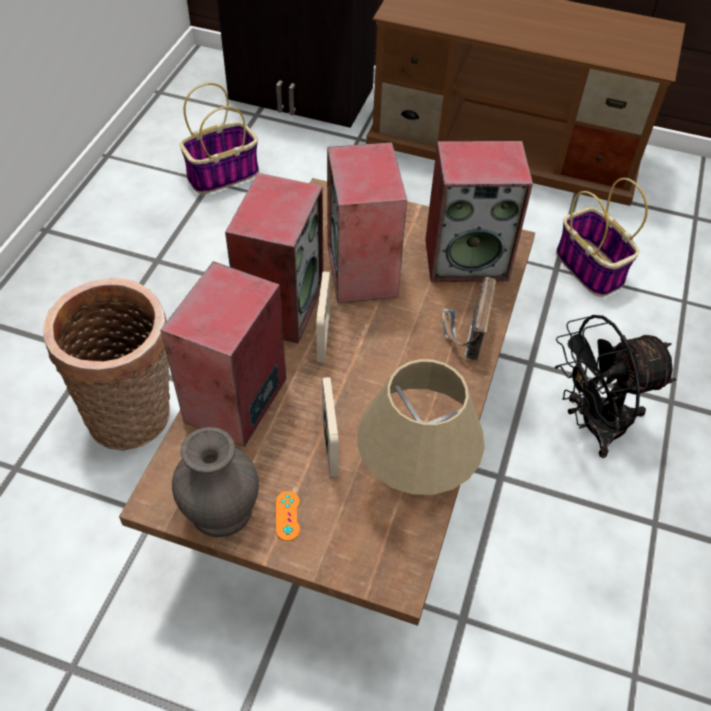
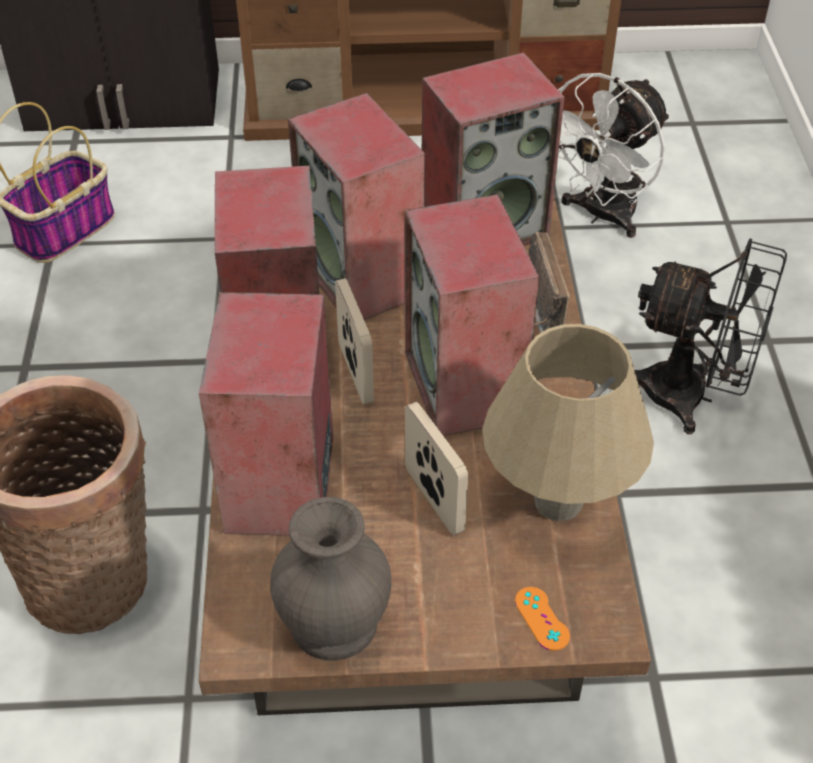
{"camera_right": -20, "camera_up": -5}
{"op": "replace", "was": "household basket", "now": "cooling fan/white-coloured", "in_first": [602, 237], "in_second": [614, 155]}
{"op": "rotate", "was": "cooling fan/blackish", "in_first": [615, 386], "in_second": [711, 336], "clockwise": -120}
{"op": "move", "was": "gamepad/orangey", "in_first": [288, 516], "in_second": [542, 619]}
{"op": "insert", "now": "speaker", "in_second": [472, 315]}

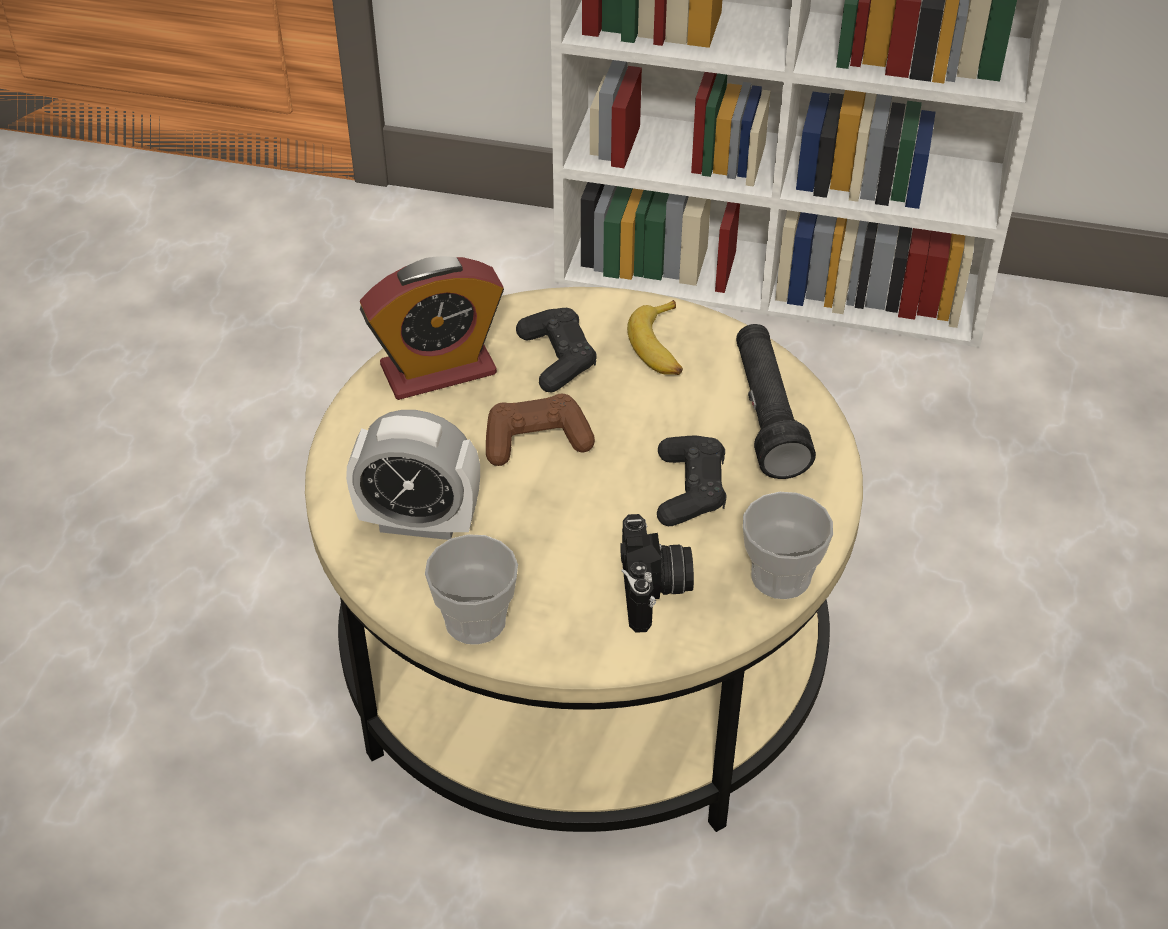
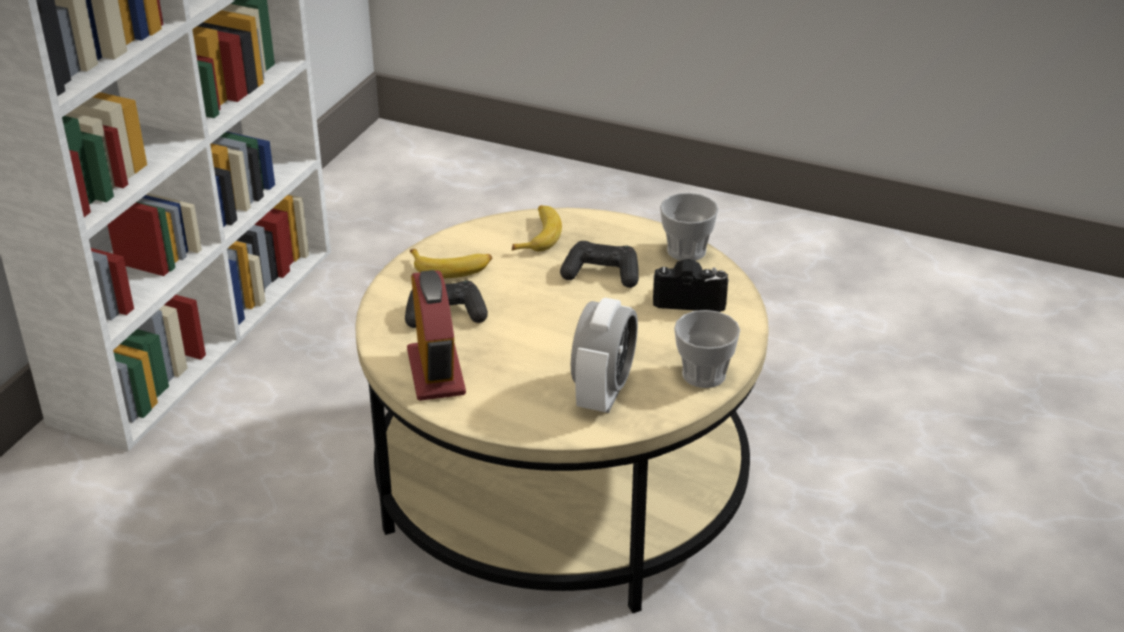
{"camera_right": -80, "camera_up": -10}
{"op": "replace", "was": "flashlight/blackish", "now": "banana fruit", "in_first": [776, 401], "in_second": [537, 228]}
{"op": "delete", "was": "gamepad/brownish", "in_first": [540, 430]}

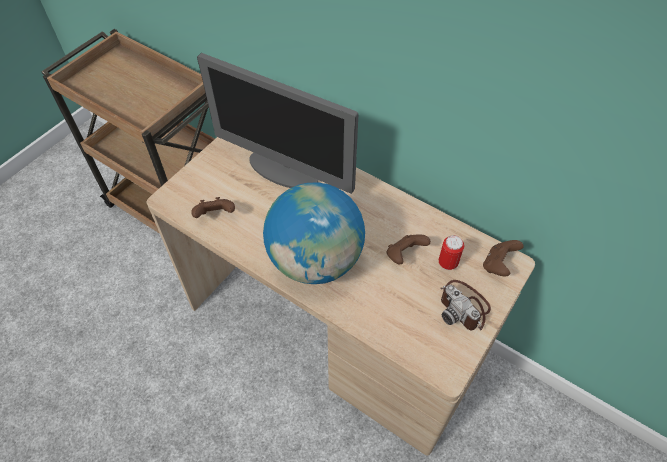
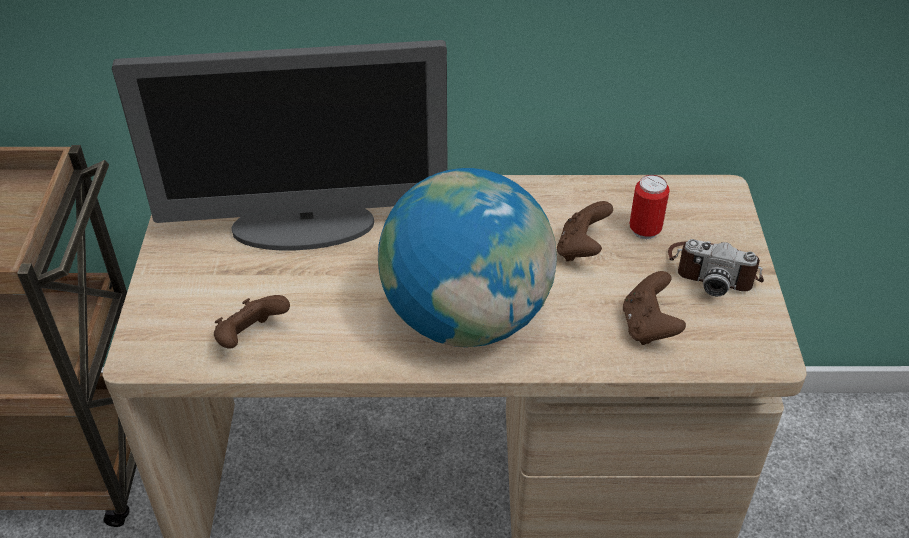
{"camera_right": -35, "camera_up": -10}
{"op": "move", "was": "gamepad/brownish", "in_first": [503, 258], "in_second": [654, 308]}

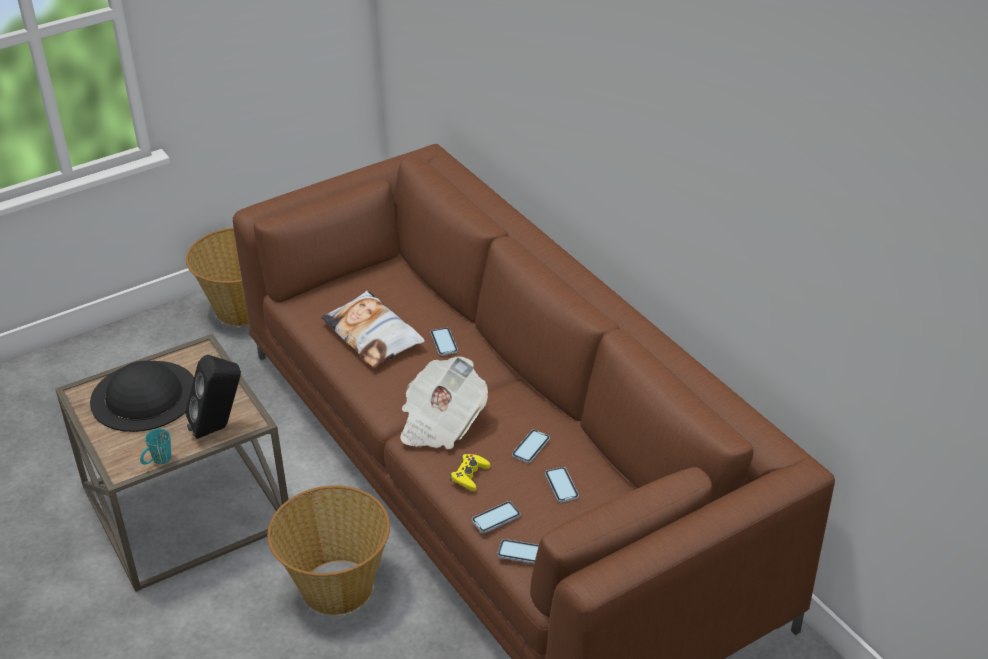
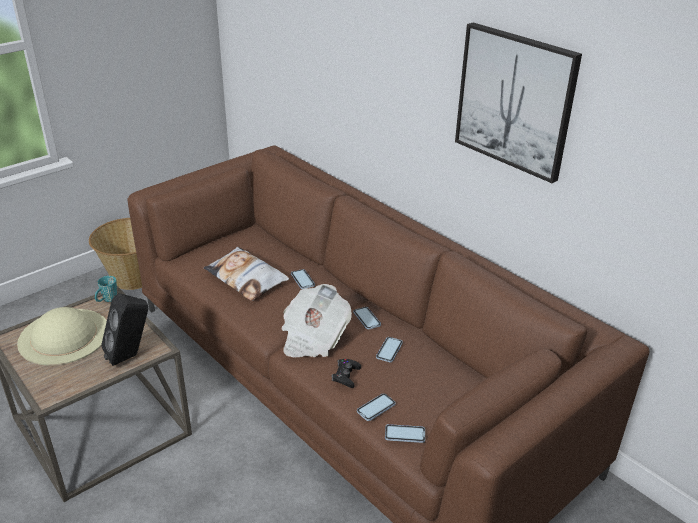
{"camera_right": -10, "camera_up": -5}
{"op": "recolor", "was": "clothing hat/blackish", "now": "clothing hat/beige", "in_first": [142, 396], "in_second": [62, 336]}
{"op": "move", "was": "tea mug/turquoise", "in_first": [155, 446], "in_second": [106, 289]}
{"op": "recolor", "was": "gamepad/yellow-coloured", "now": "gamepad/blackish", "in_first": [470, 472], "in_second": [346, 373]}
{"op": "move", "was": "handset", "in_first": [562, 485], "in_second": [367, 318]}
{"op": "delete", "was": "household basket", "in_first": [328, 550]}
{"op": "insert", "now": "wall art", "in_second": [518, 102]}

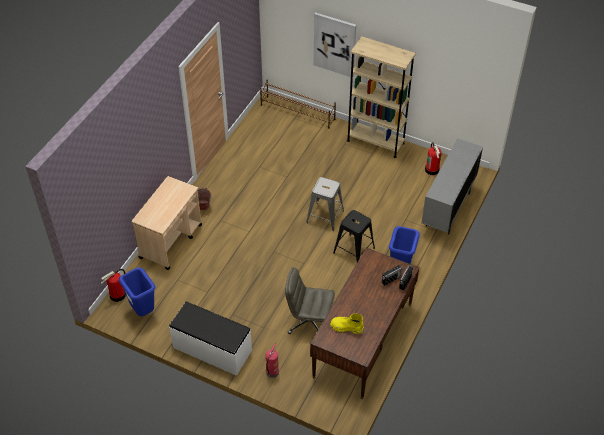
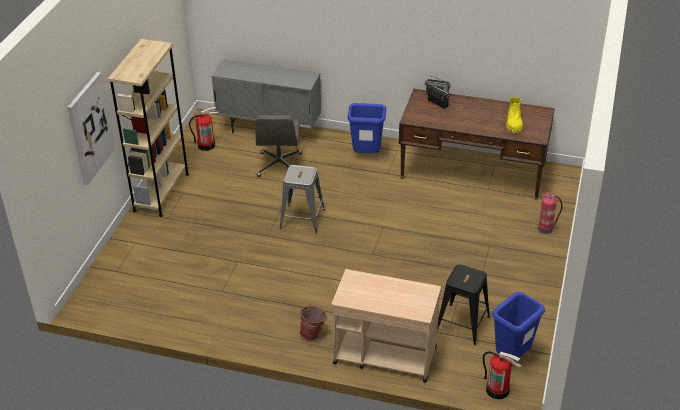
{"camera_right": -100, "camera_up": -10}
{"op": "delete", "was": "shoe rack/brownish", "in_first": [298, 104]}
{"op": "move", "was": "sitting stool/blackish", "in_first": [354, 236], "in_second": [463, 304]}
{"op": "move", "was": "office chair/gray", "in_first": [310, 300], "in_second": [278, 146]}
{"op": "delete", "was": "bench/white-coloured", "in_first": [210, 339]}

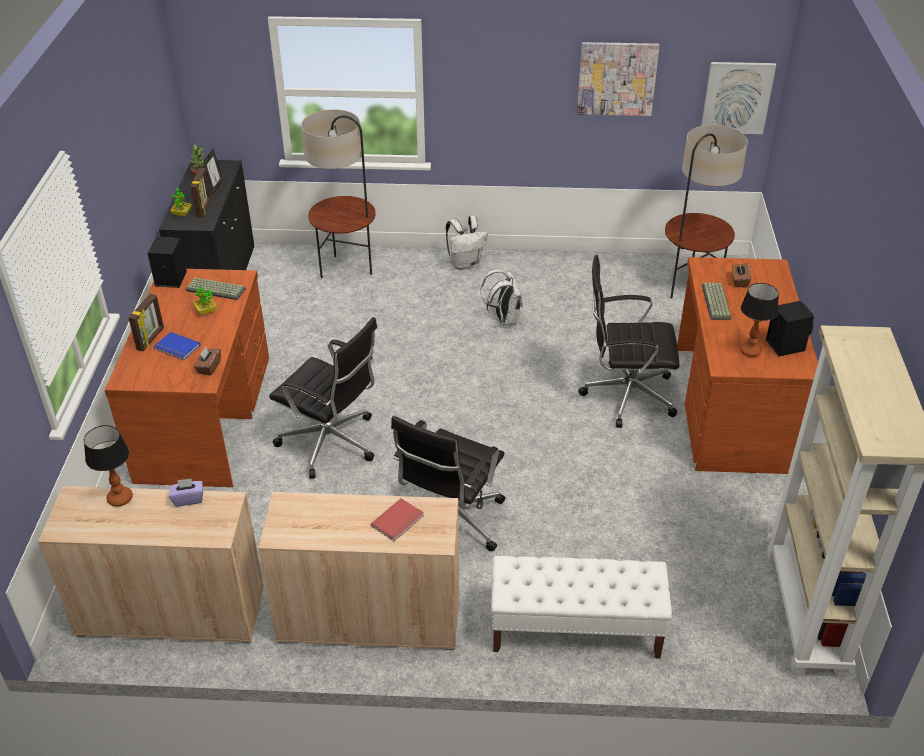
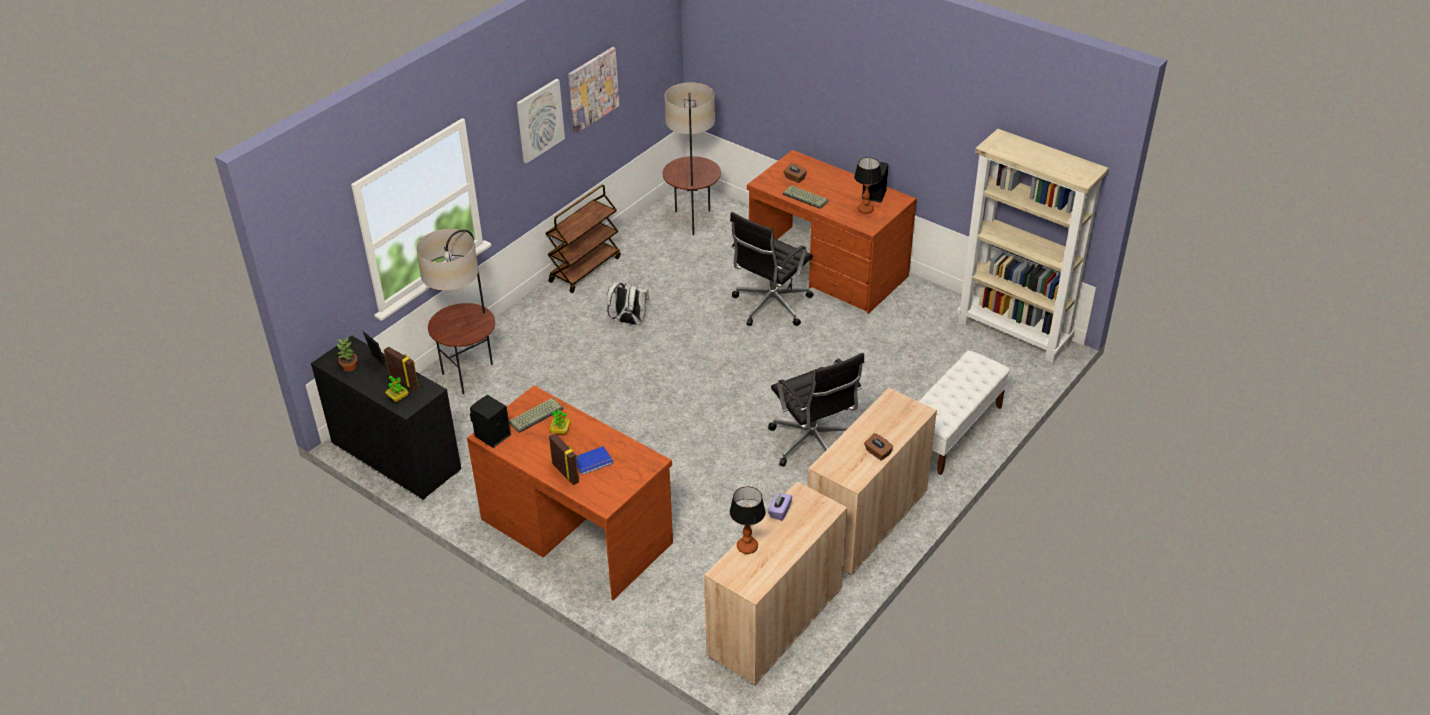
{"camera_right": -55, "camera_up": 0}
{"op": "move", "was": "wall art", "in_first": [738, 98], "in_second": [541, 121]}
{"op": "delete", "was": "backpack/white-coloured", "in_first": [467, 242]}
{"op": "delete", "was": "office chair/blackish", "in_first": [323, 398]}
{"op": "move", "was": "box of tissues/brownish", "in_first": [207, 361], "in_second": [878, 447]}
{"op": "delete", "was": "bound book/red", "in_first": [397, 519]}
{"op": "insert", "now": "cart/brownish", "in_second": [583, 239]}

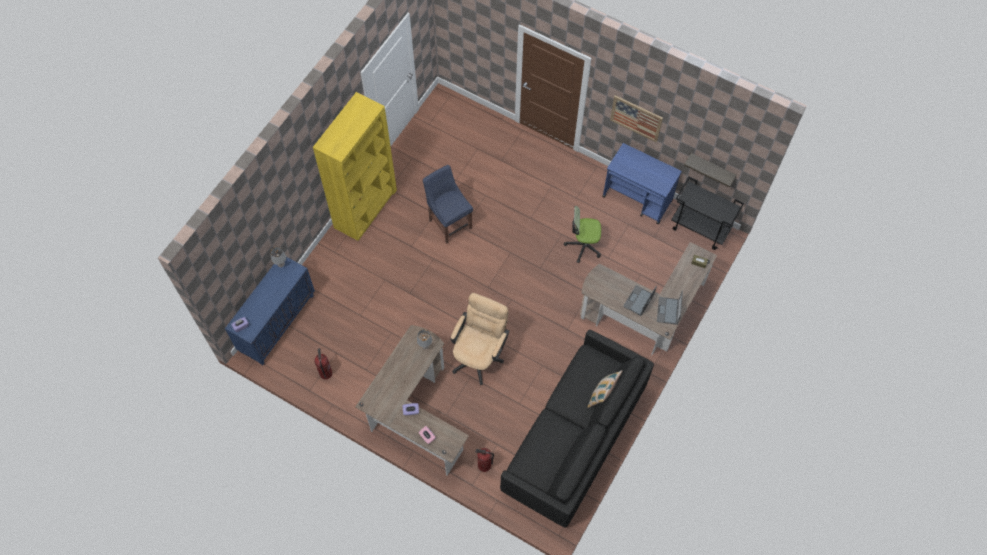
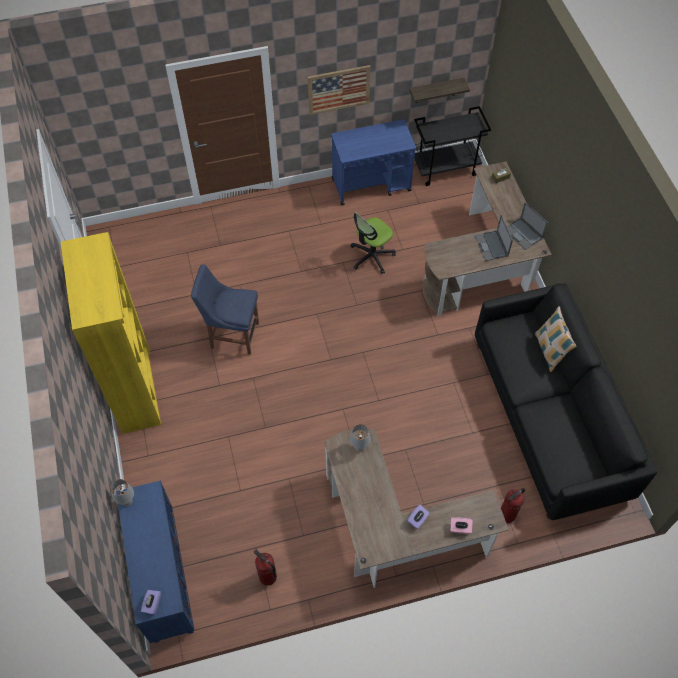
{"camera_right": -45, "camera_up": -5}
{"op": "delete", "was": "office chair/beige", "in_first": [480, 339]}

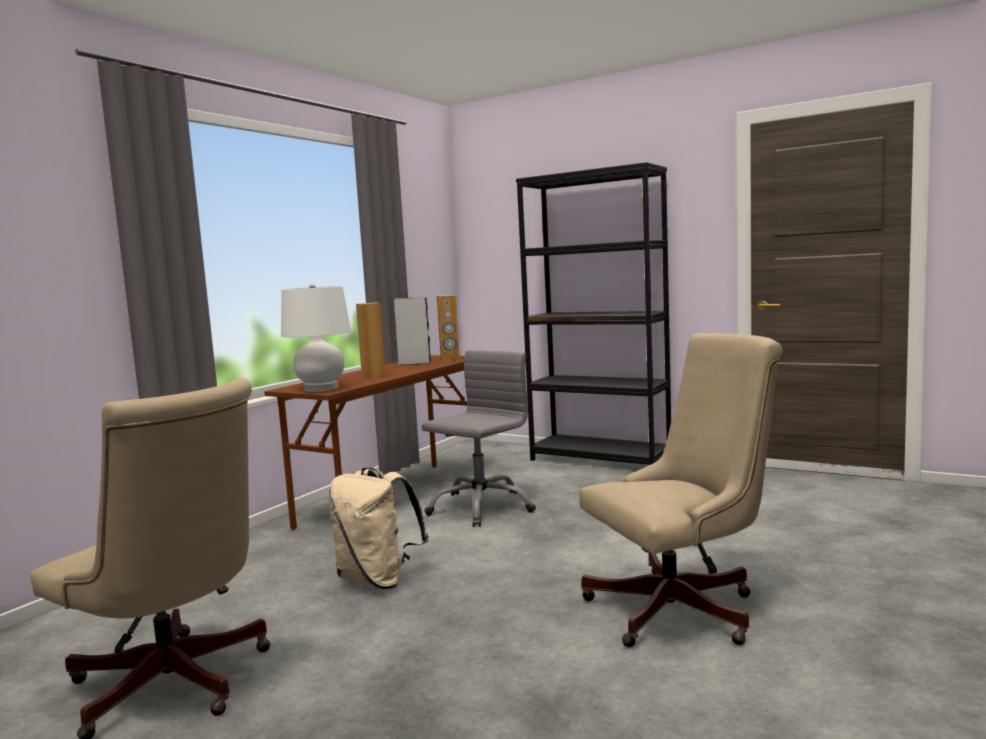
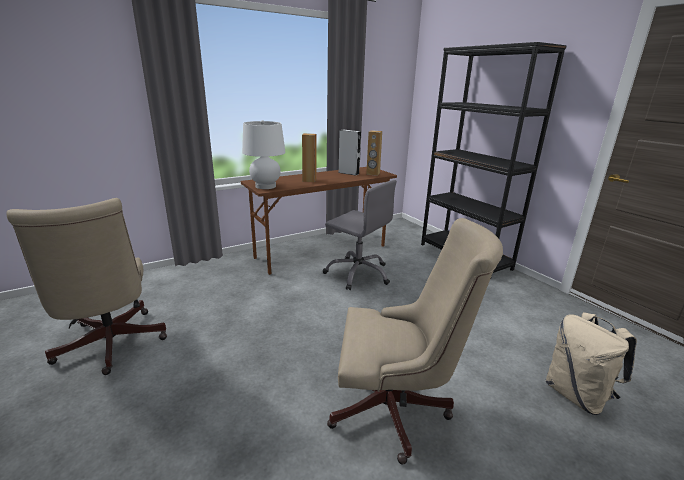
{"camera_right": 25, "camera_up": 15}
{"op": "rotate", "was": "office chair/gray", "in_first": [478, 438], "in_second": [360, 235], "clockwise": 60}
{"op": "move", "was": "backpack/beige", "in_first": [378, 528], "in_second": [591, 363]}

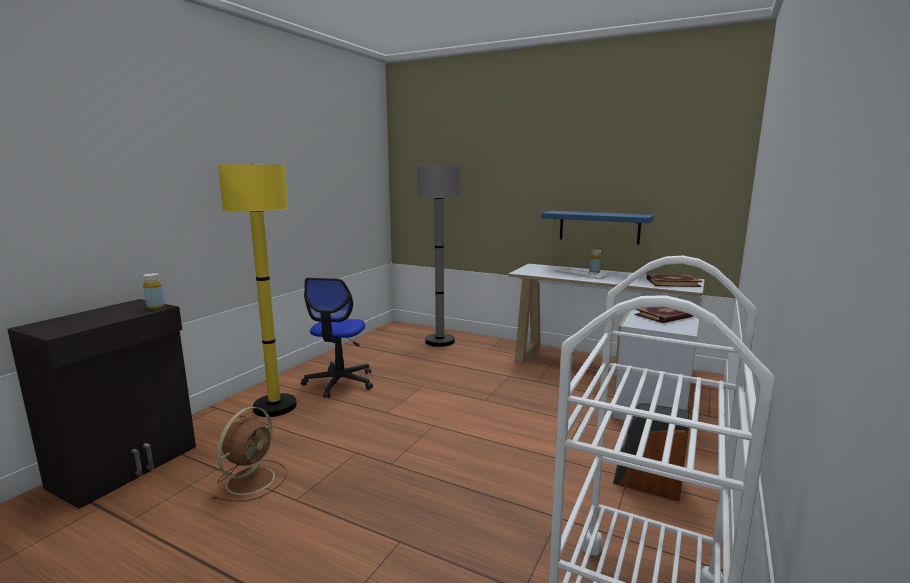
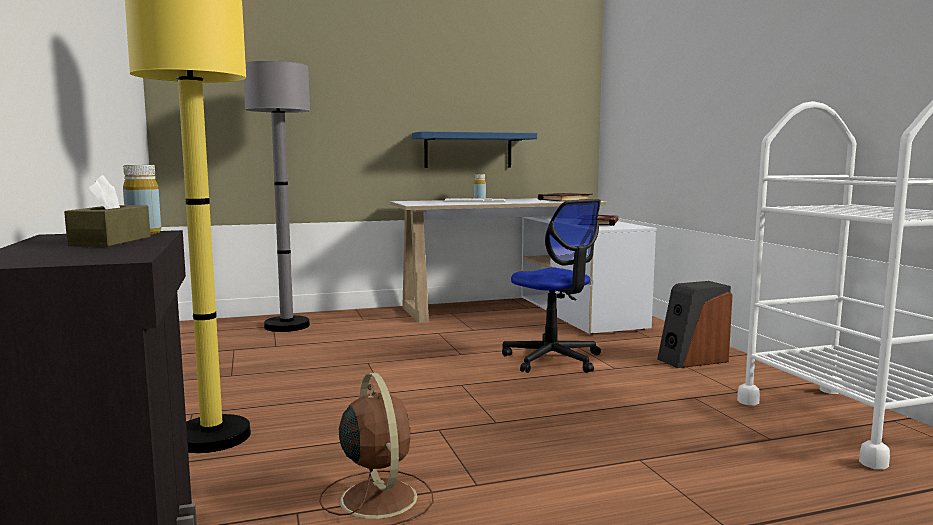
{"camera_right": -45, "camera_up": -5}
{"op": "move", "was": "office chair", "in_first": [337, 338], "in_second": [551, 286]}
{"op": "insert", "now": "box of tissues/brownish", "in_second": [107, 211]}

